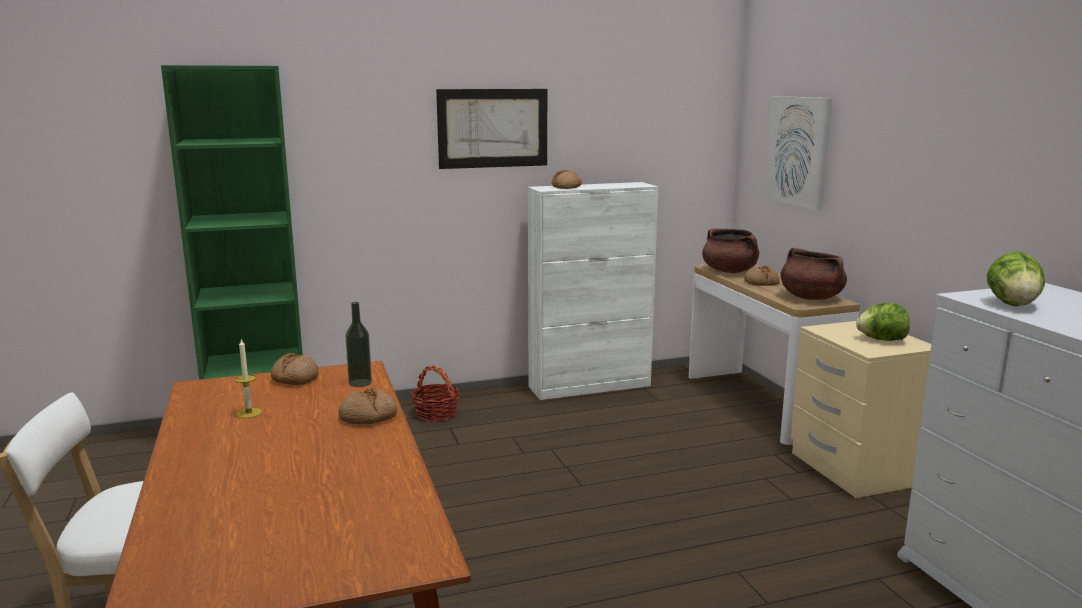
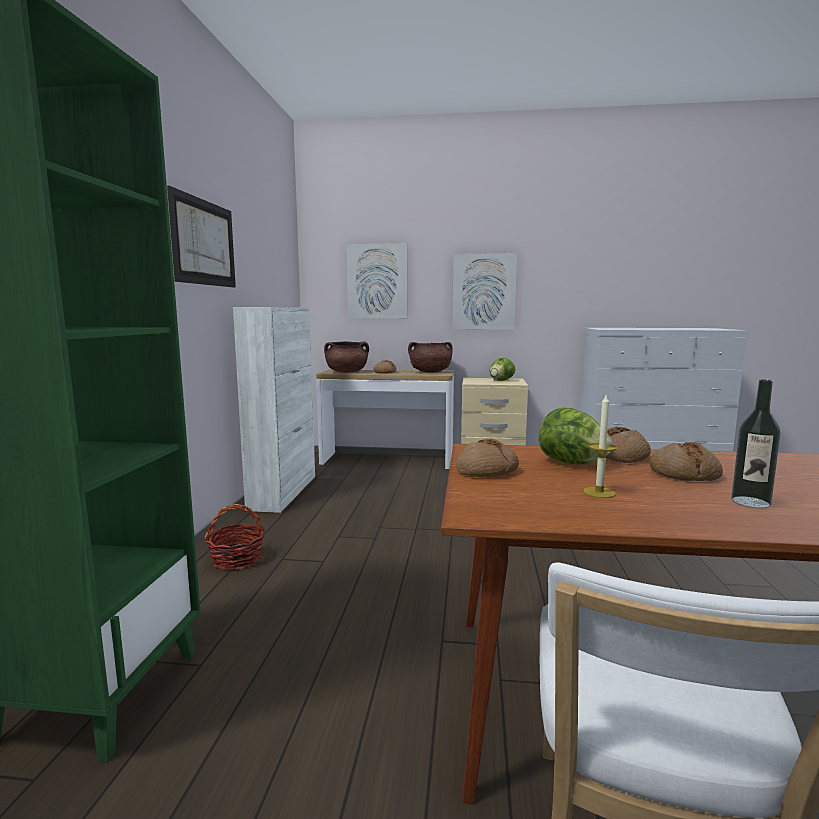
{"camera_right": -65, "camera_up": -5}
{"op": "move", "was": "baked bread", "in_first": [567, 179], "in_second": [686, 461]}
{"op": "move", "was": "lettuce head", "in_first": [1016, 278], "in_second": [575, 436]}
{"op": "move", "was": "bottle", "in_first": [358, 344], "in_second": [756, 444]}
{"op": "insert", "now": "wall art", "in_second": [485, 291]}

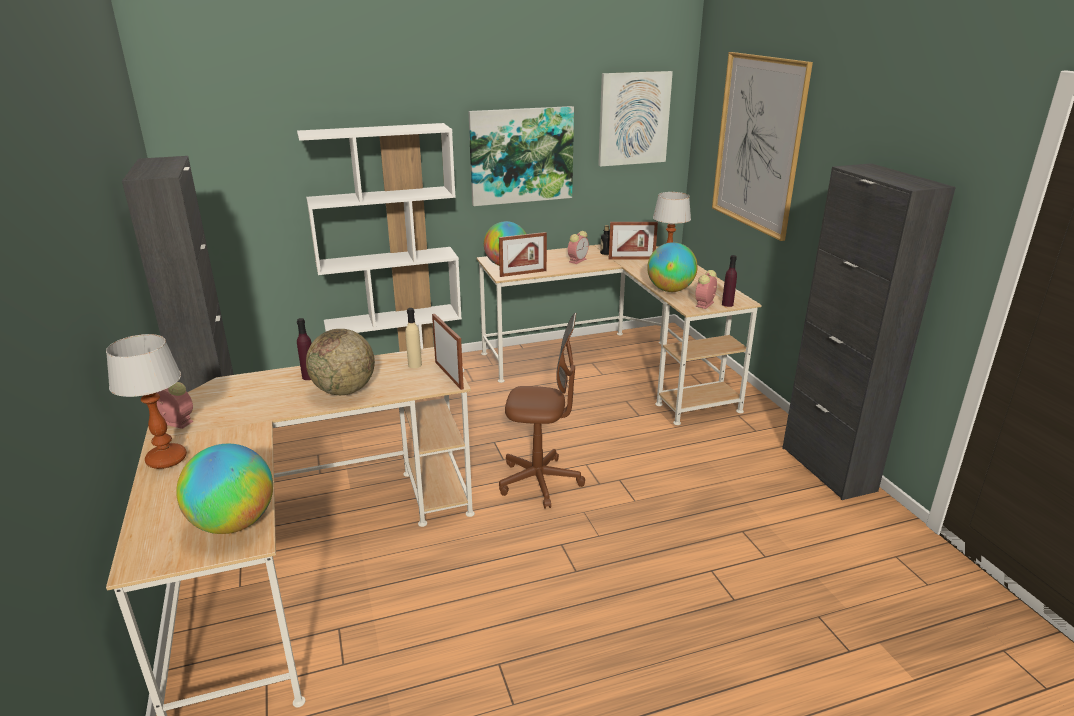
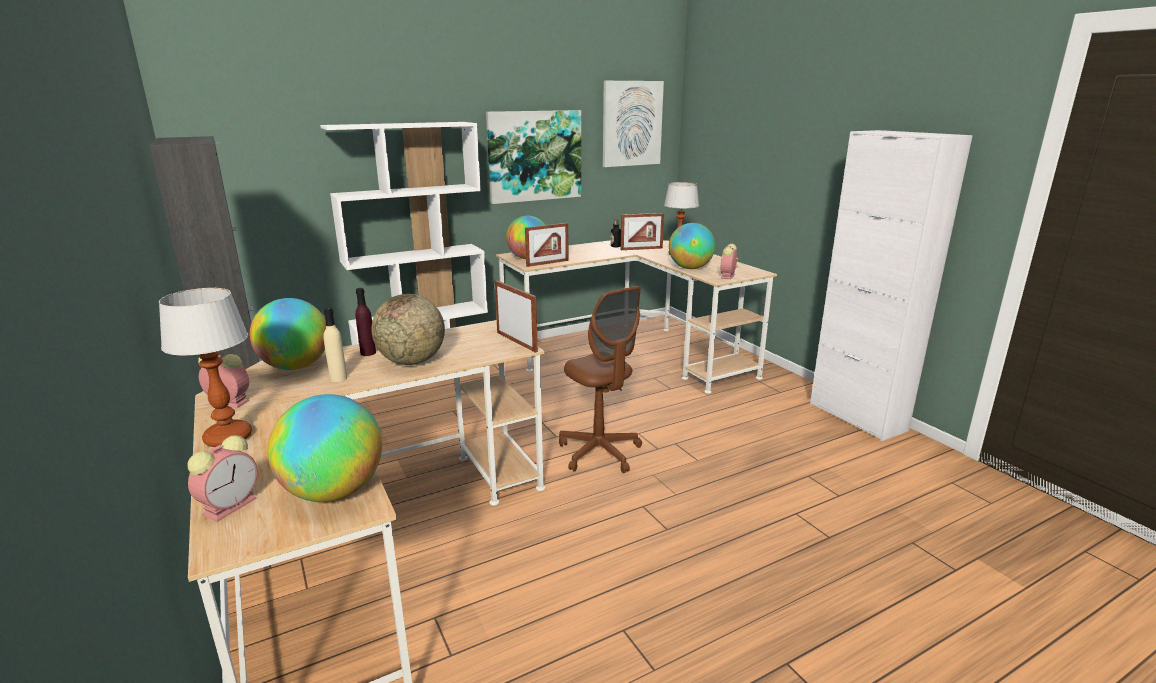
{"camera_right": -10, "camera_up": -5}
{"op": "delete", "was": "wall art", "in_first": [762, 146]}
{"op": "recolor", "was": "cupboard/blackish", "now": "cupboard/white-coloured", "in_first": [869, 331], "in_second": [891, 285]}
{"op": "move", "was": "alarm clock", "in_first": [578, 247], "in_second": [222, 478]}
{"op": "delete", "was": "bottle/purple", "in_first": [729, 281]}
{"op": "move", "was": "bottle/beige", "in_first": [413, 338], "in_second": [335, 345]}
{"op": "rotate", "was": "office chair/brownish", "in_first": [542, 411], "in_second": [600, 379], "clockwise": 60}
{"op": "insert", "now": "desk globe", "in_second": [288, 334]}

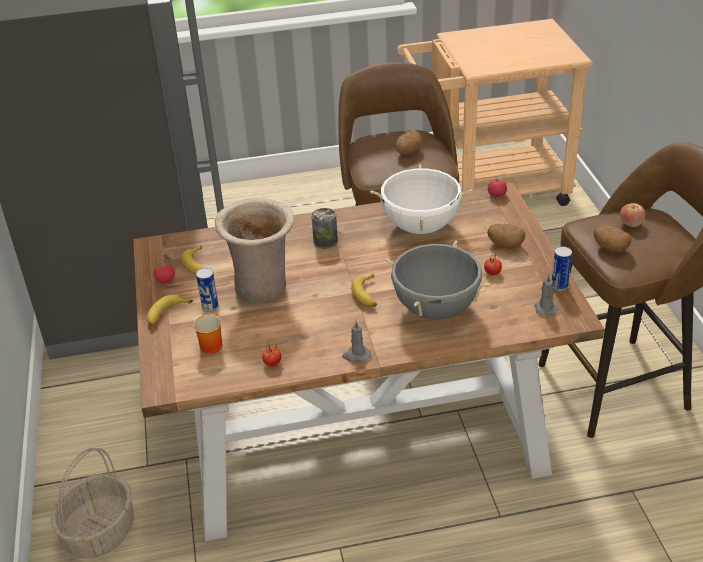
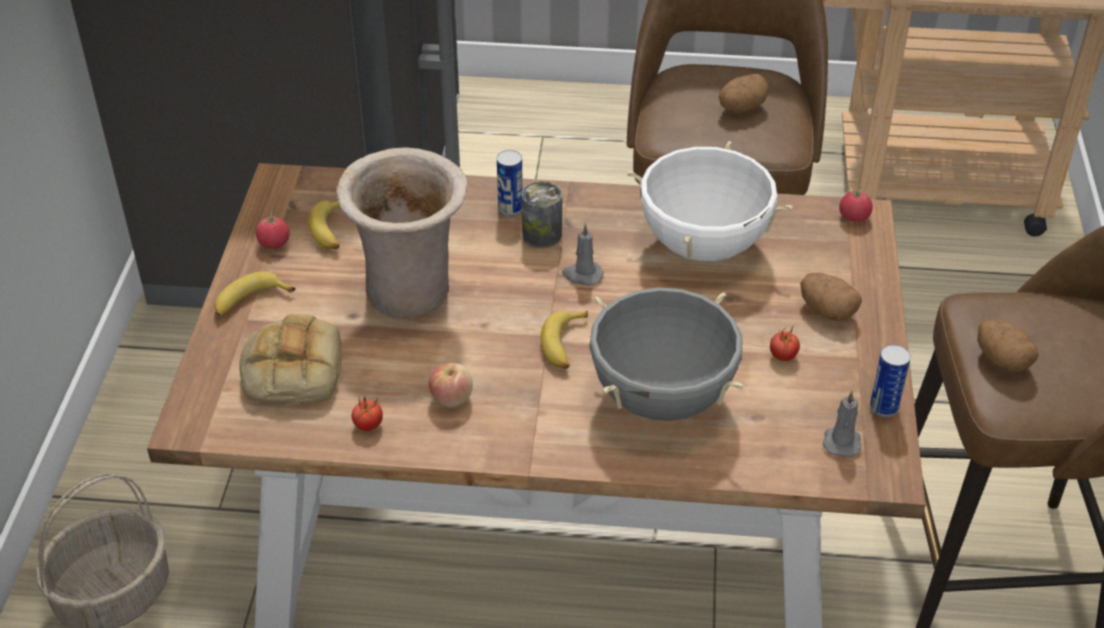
{"camera_right": 15, "camera_up": 5}
{"op": "move", "was": "whole apple", "in_first": [632, 215], "in_second": [451, 385]}
{"op": "move", "was": "sealed can", "in_first": [207, 290], "in_second": [510, 183]}
{"op": "replace", "was": "tea mug", "now": "baked bread", "in_first": [208, 334], "in_second": [291, 358]}
{"op": "move", "was": "candle/gray", "in_first": [356, 341], "in_second": [583, 254]}

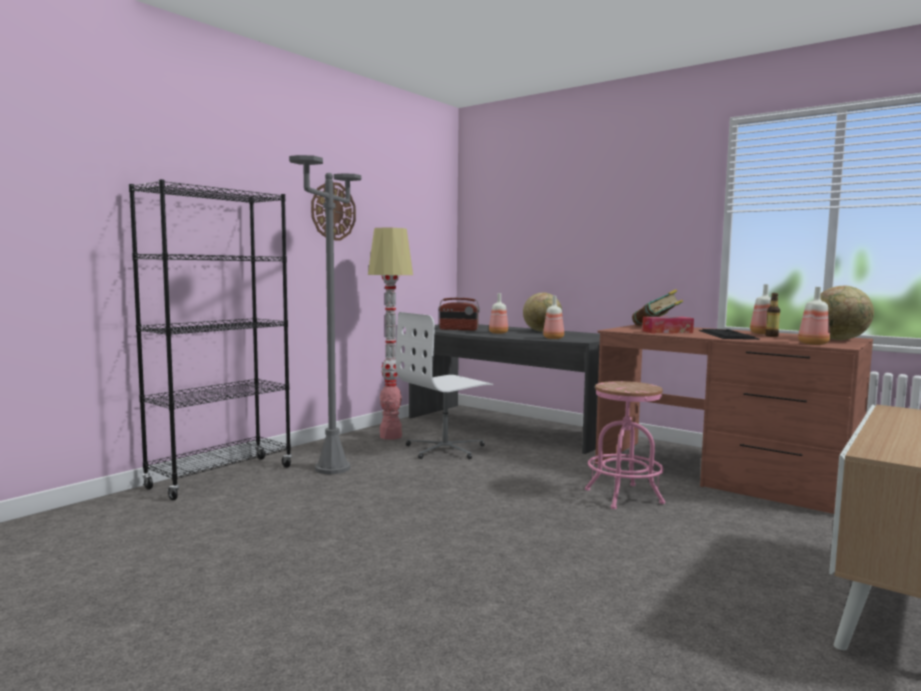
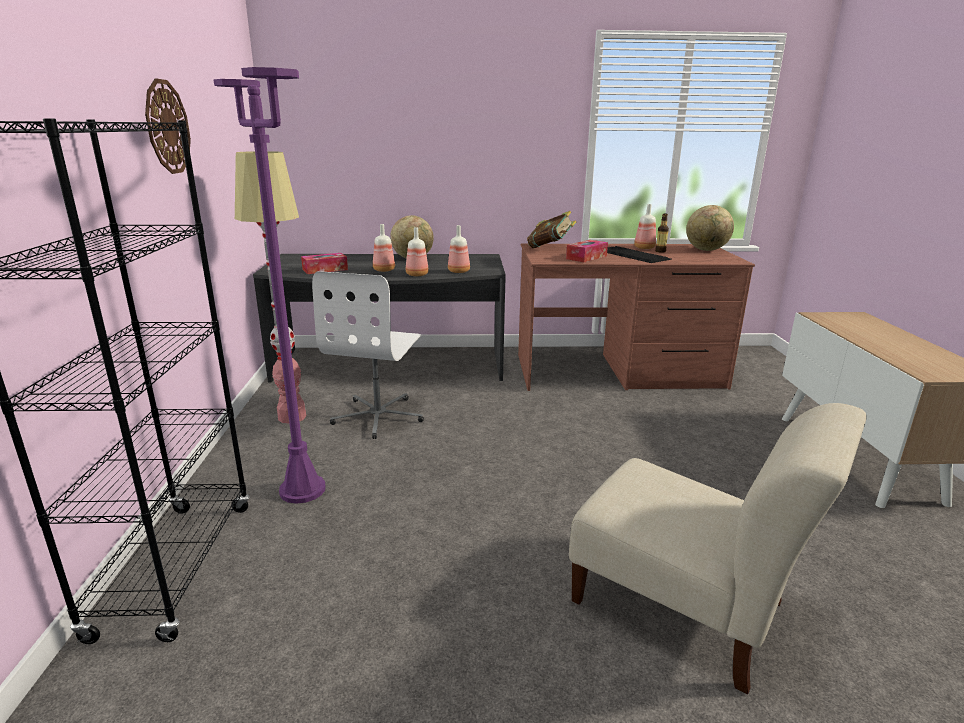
{"camera_right": -40, "camera_up": 15}
{"op": "recolor", "was": "standing lamp/gray", "now": "standing lamp/purple", "in_first": [325, 314], "in_second": [269, 285]}
{"op": "move", "was": "bottle", "in_first": [814, 316], "in_second": [417, 251]}
{"op": "replace", "was": "radio", "now": "box of tissues", "in_first": [459, 314], "in_second": [324, 263]}
{"op": "delete", "was": "sitting stool/pinkish", "in_first": [625, 445]}
{"op": "insert", "now": "plain chair/beige", "in_second": [718, 548]}

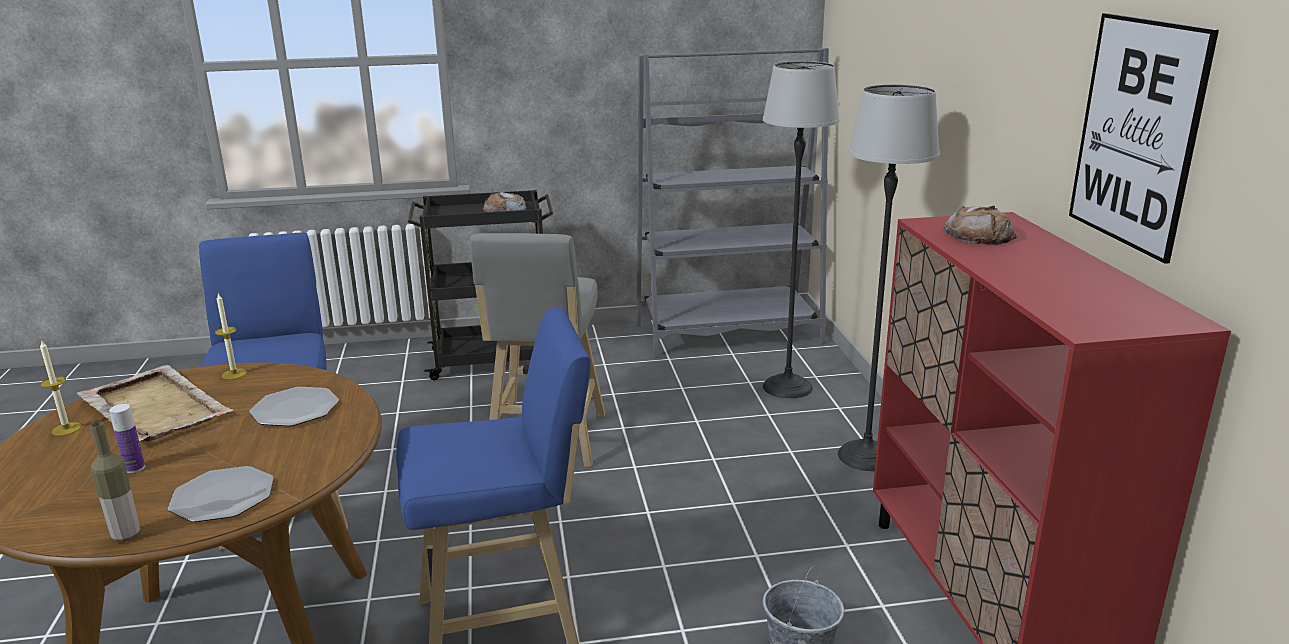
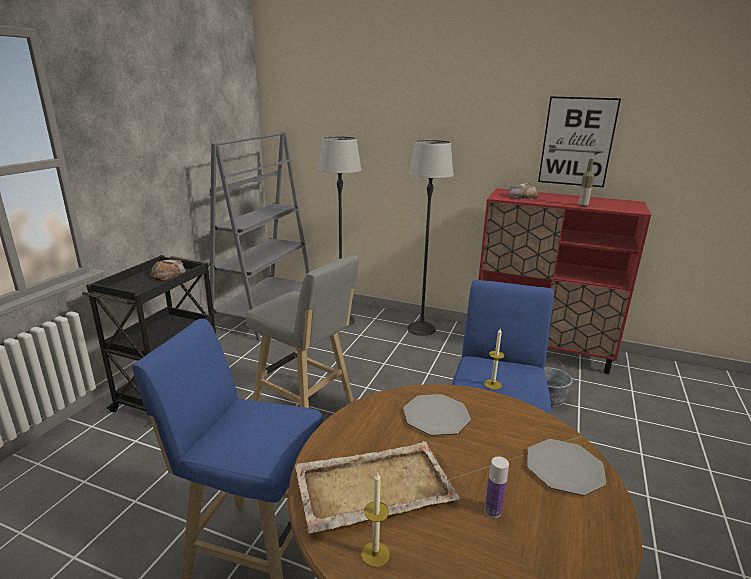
{"camera_right": -60, "camera_up": 0}
{"op": "move", "was": "candle", "in_first": [231, 337], "in_second": [494, 359]}
{"op": "move", "was": "bottle", "in_first": [115, 482], "in_second": [586, 183]}

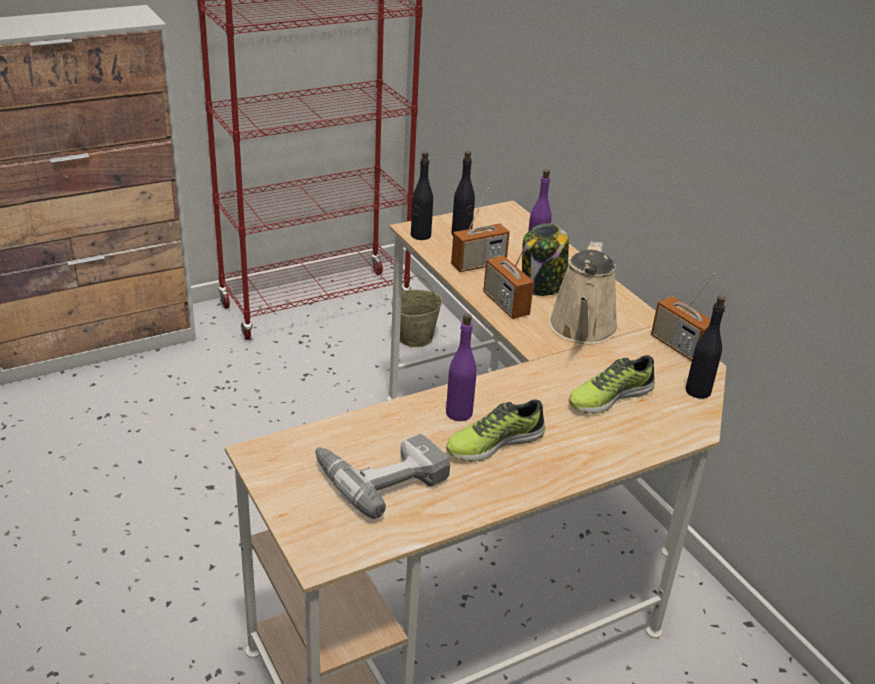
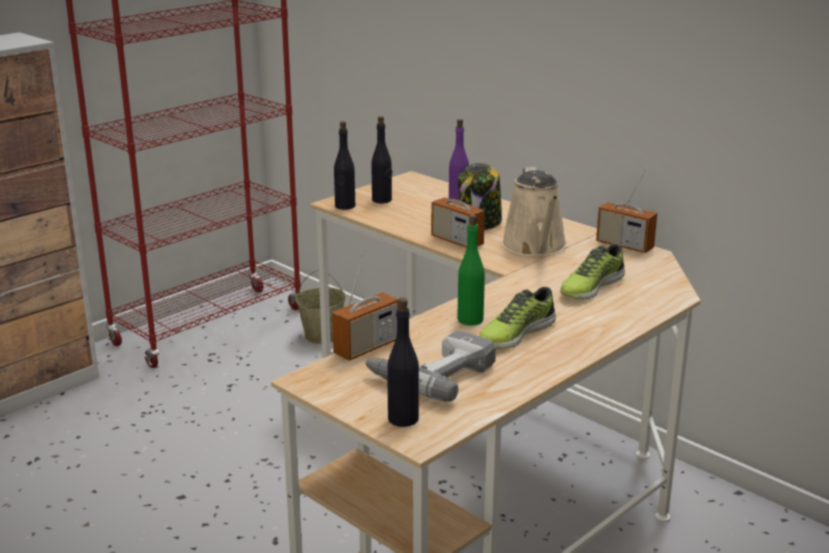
{"camera_right": -15, "camera_up": -10}
{"op": "move", "was": "radio", "in_first": [480, 230], "in_second": [365, 305]}
{"op": "move", "was": "bottle/blackish", "in_first": [705, 347], "in_second": [403, 362]}
{"op": "recolor", "was": "bottle/purple", "now": "bottle/green-coloured", "in_first": [461, 367], "in_second": [471, 270]}

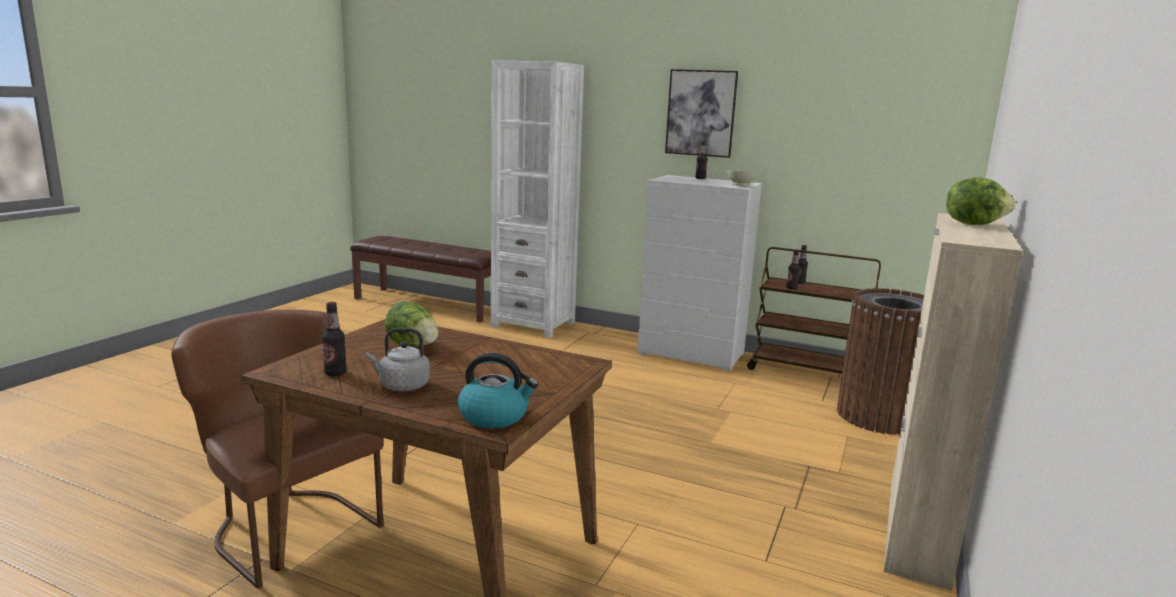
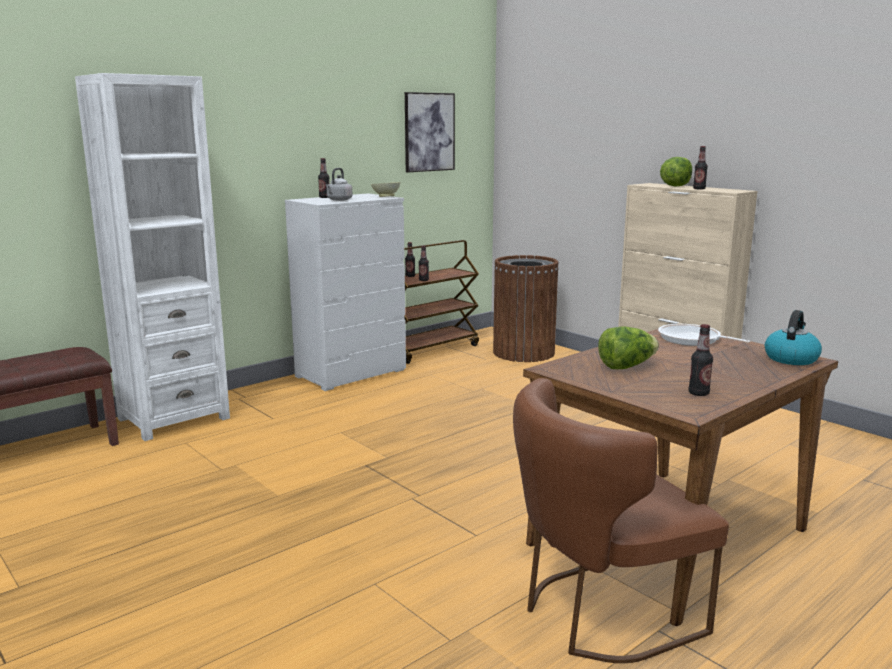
{"camera_right": -65, "camera_up": 0}
{"op": "move", "was": "wall art", "in_first": [701, 113], "in_second": [430, 132]}
{"op": "move", "was": "water kettle/gray", "in_first": [398, 359], "in_second": [339, 184]}
{"op": "insert", "now": "bottle", "in_second": [700, 168]}
{"op": "insert", "now": "frying pan", "in_second": [704, 335]}

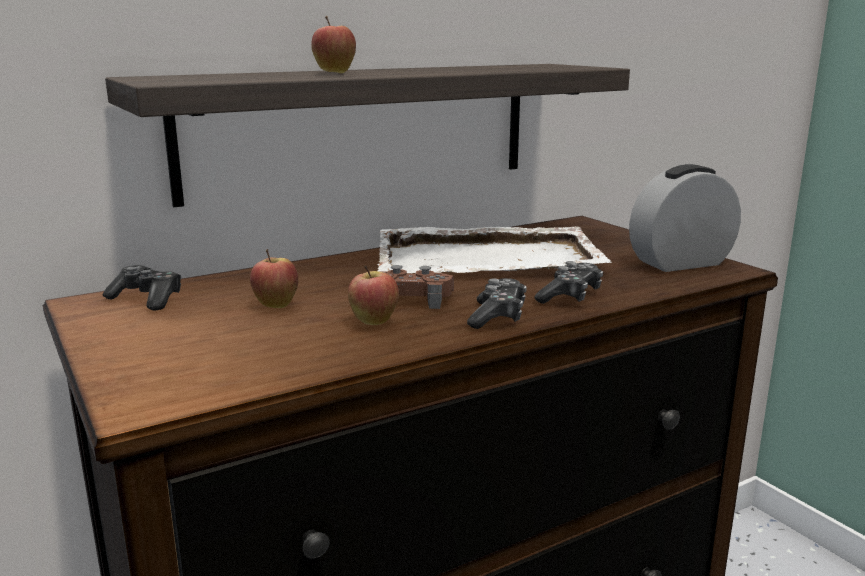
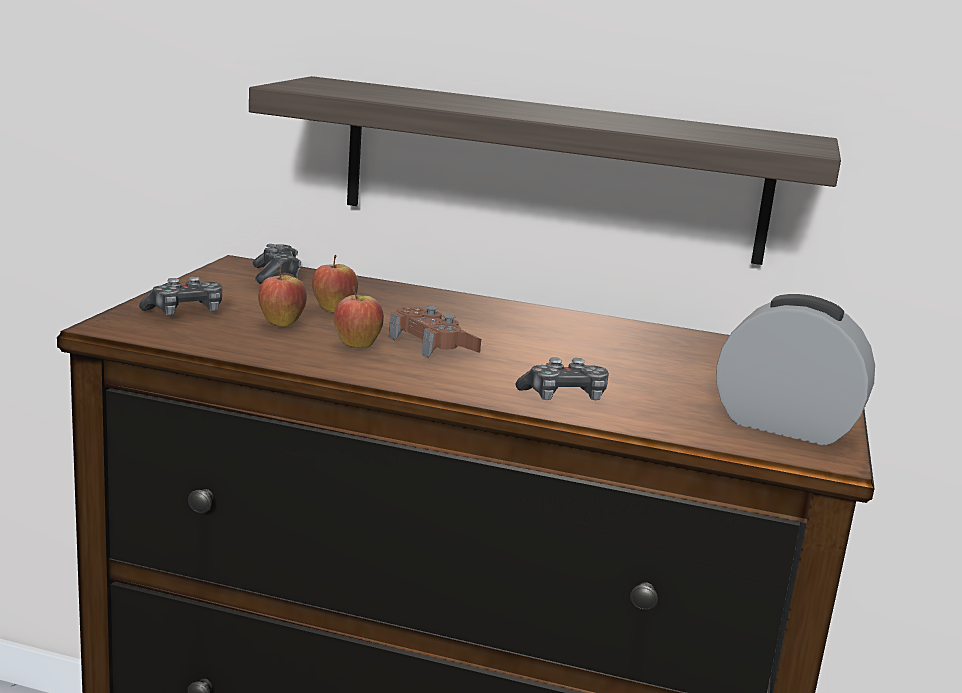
{"camera_right": 45, "camera_up": 0}
{"op": "move", "was": "whole apple", "in_first": [333, 44], "in_second": [282, 296]}
{"op": "delete", "was": "serving tray/white-coloured", "in_first": [494, 250]}
{"op": "move", "was": "gamepad", "in_first": [497, 303], "in_second": [180, 295]}

